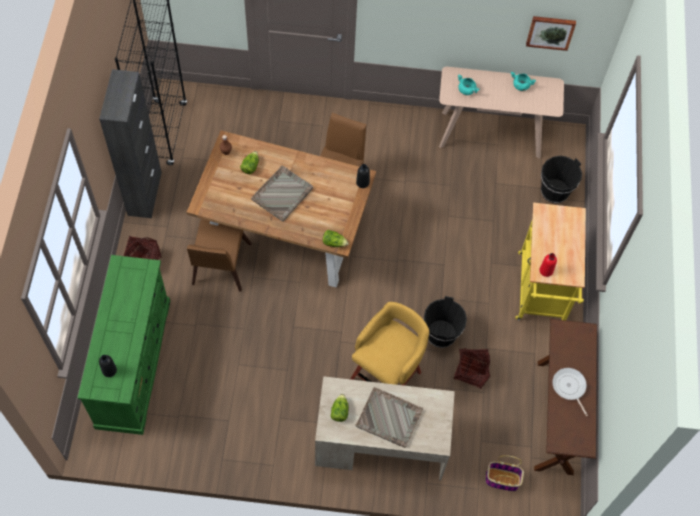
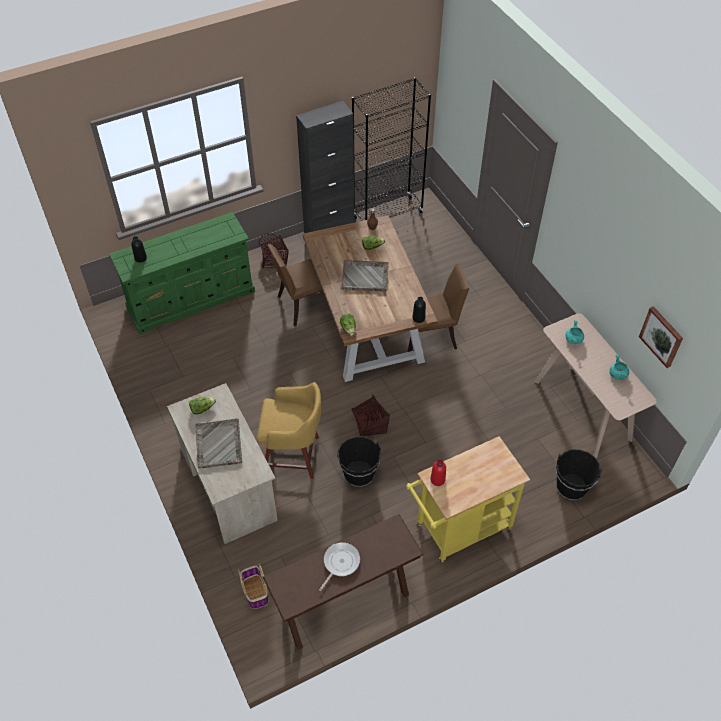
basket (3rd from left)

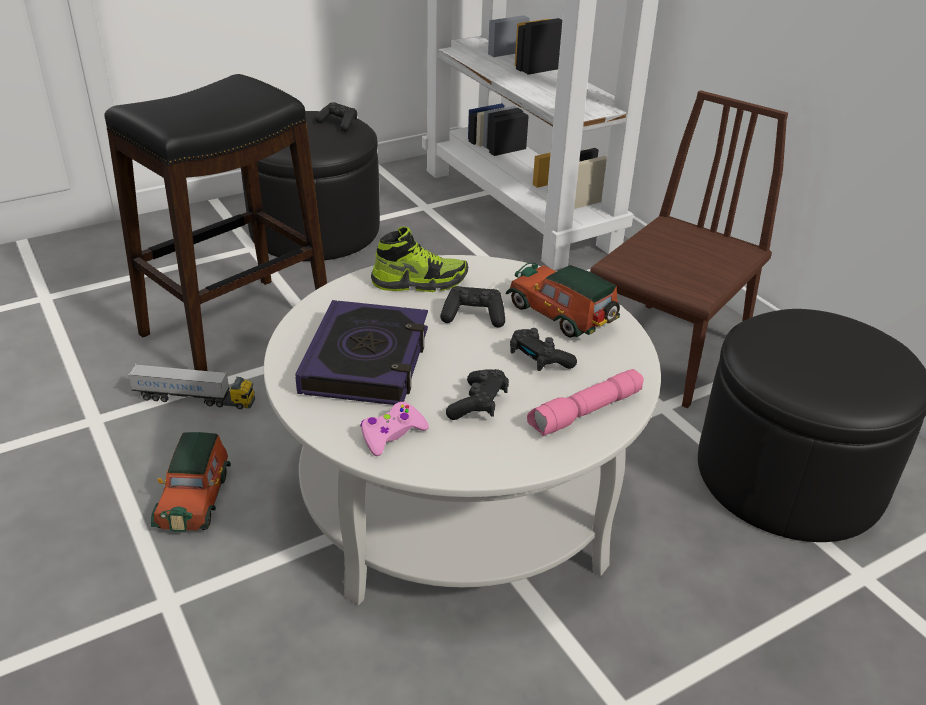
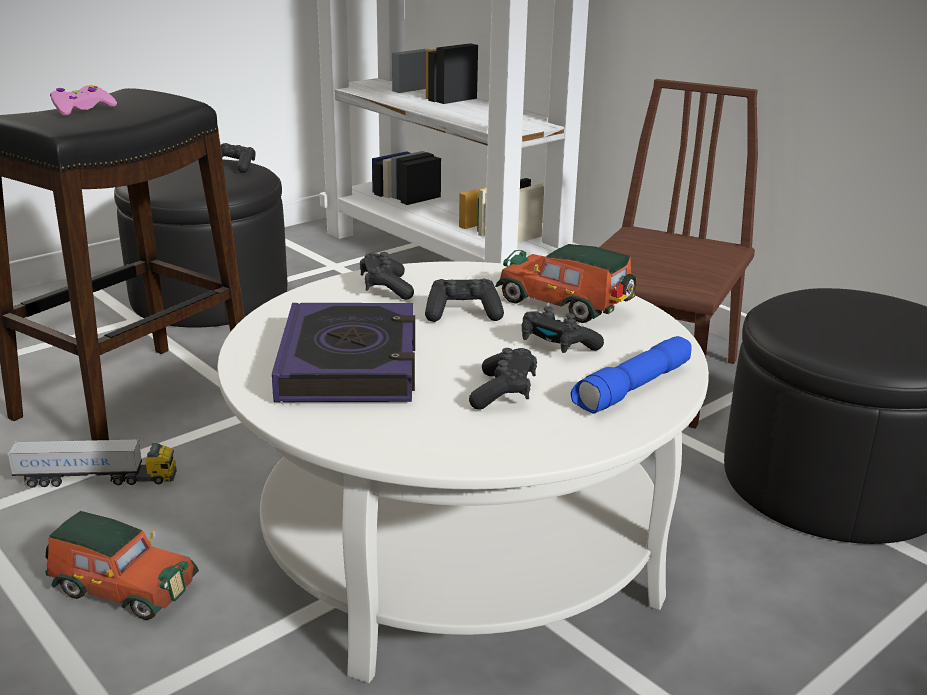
toy car (1st from left); pinkish gamepad; blackish gamepad (2nd from left); blue torch

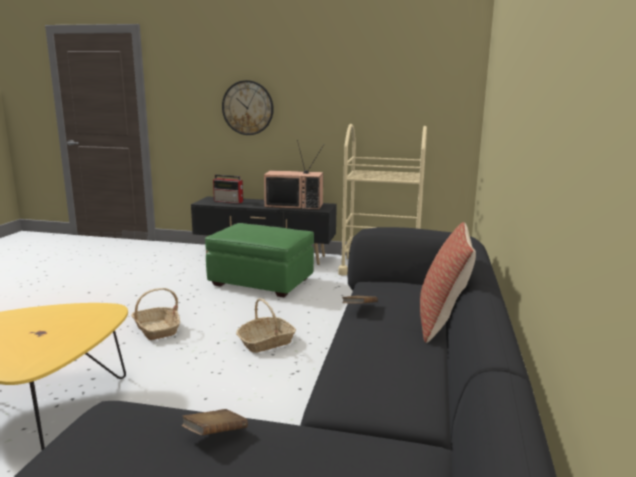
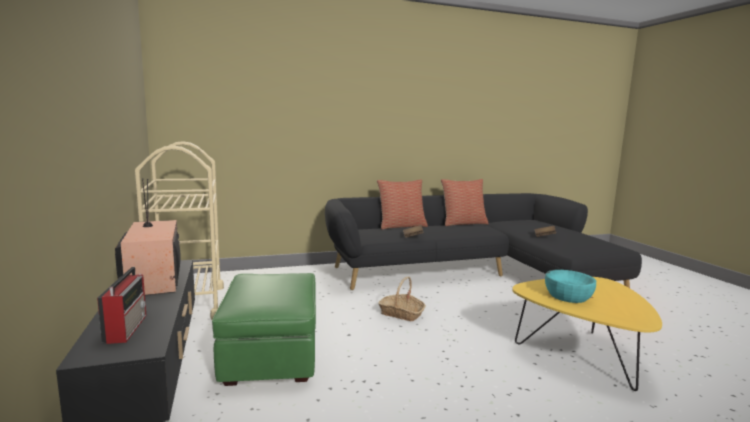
basket (1st from left in the first image); clock on the wall; throw pillow (2nd from left); turquoise deep dish

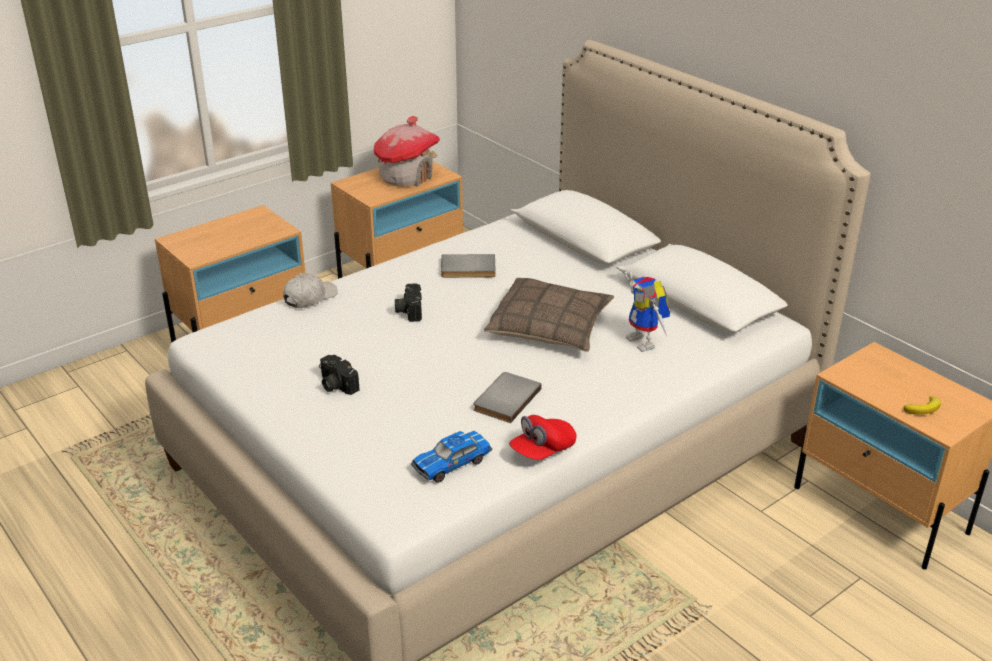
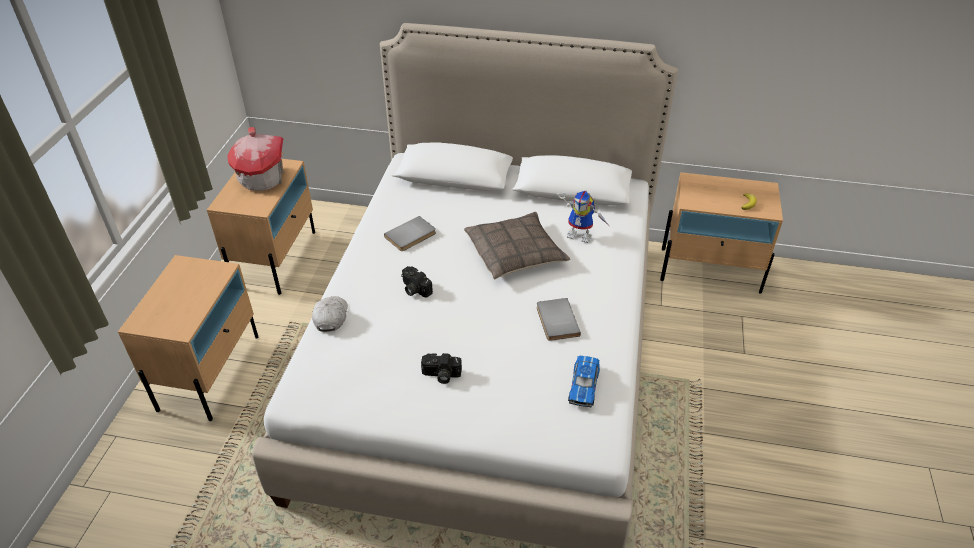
reddish cap

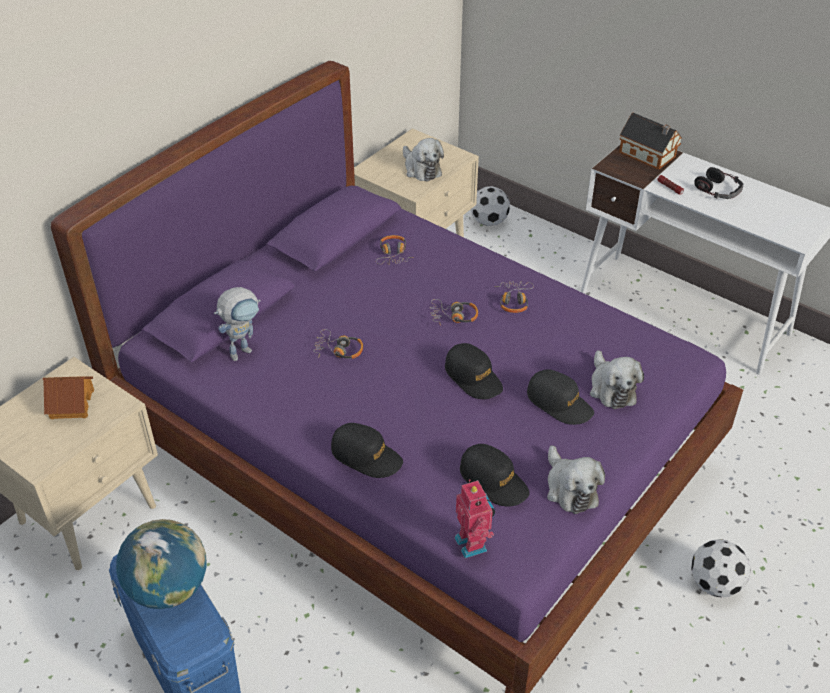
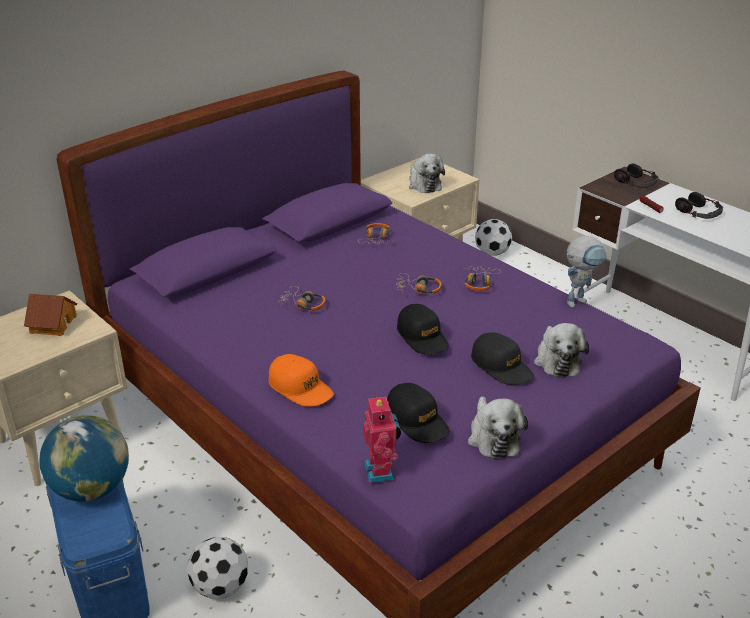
toy robot (2nd from left); orange cap; pair of headphones (5th from left); football ball (1st from left)

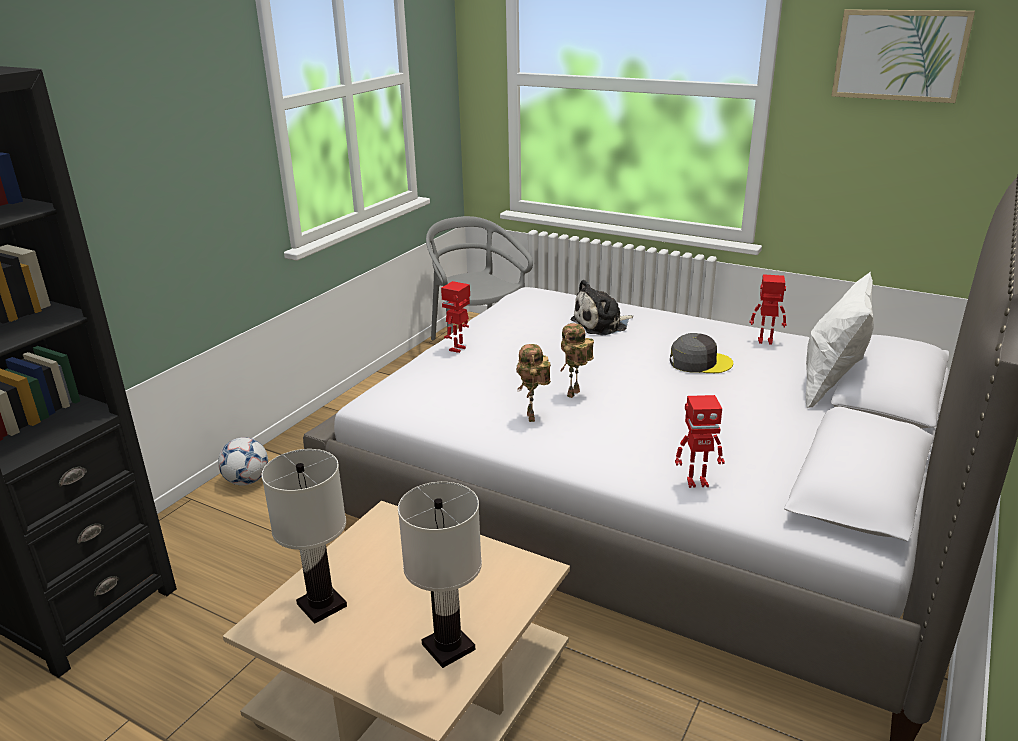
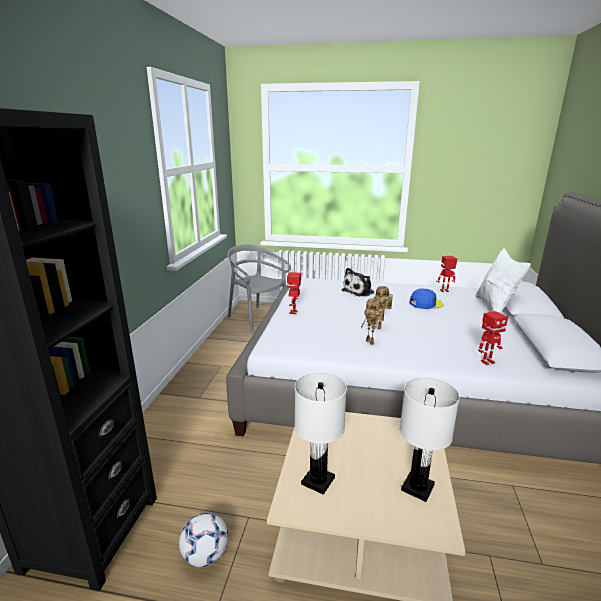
football ball; blue cap; wall art

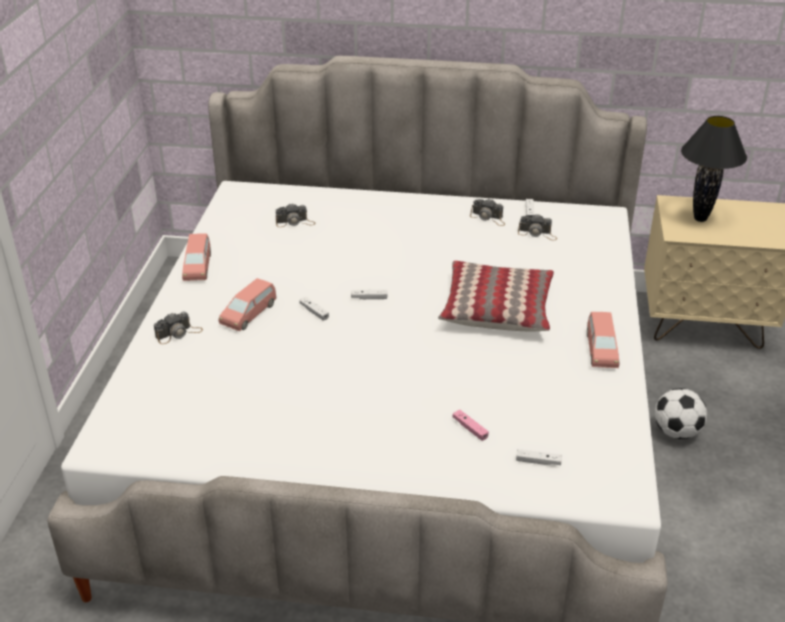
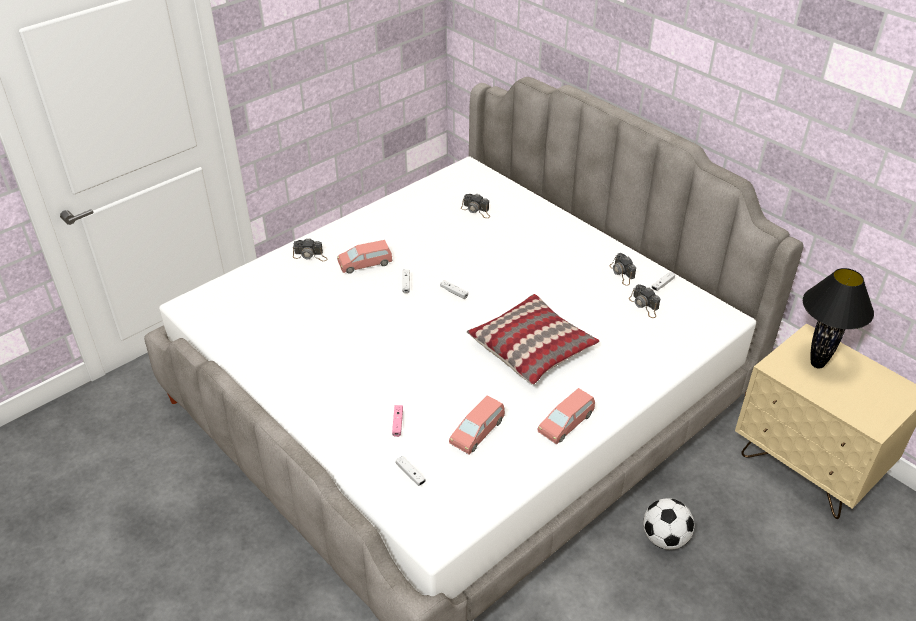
pinkish toy car (2nd from left)

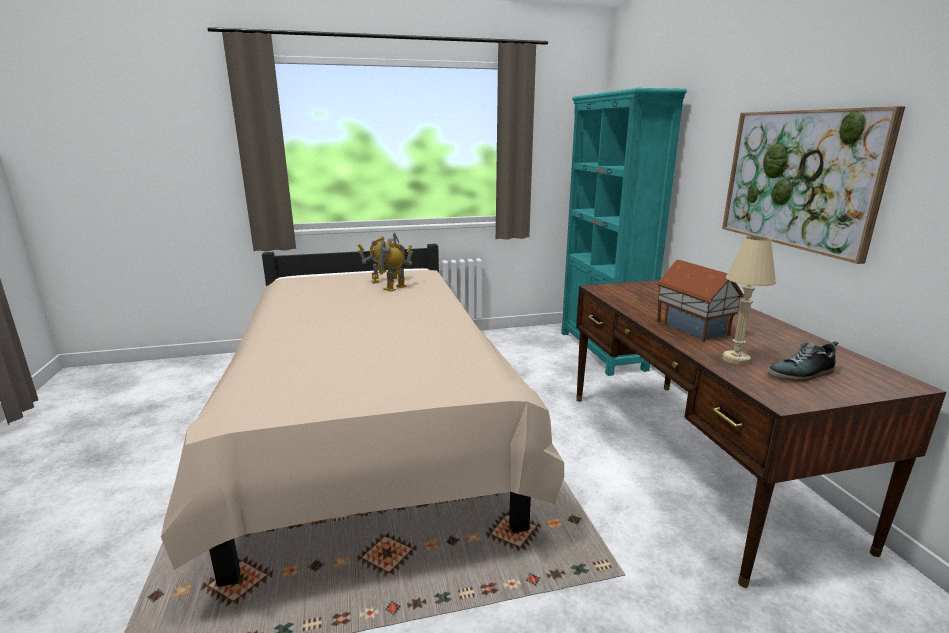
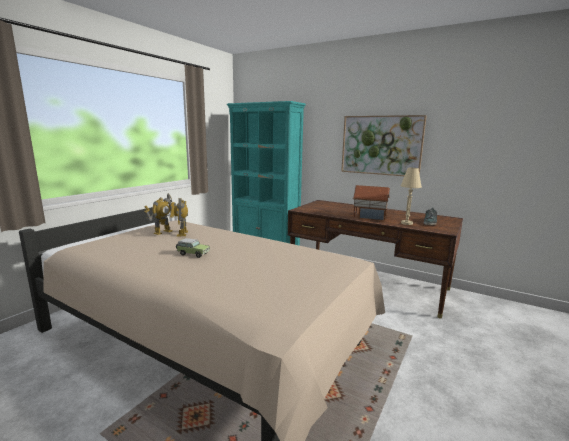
toy car

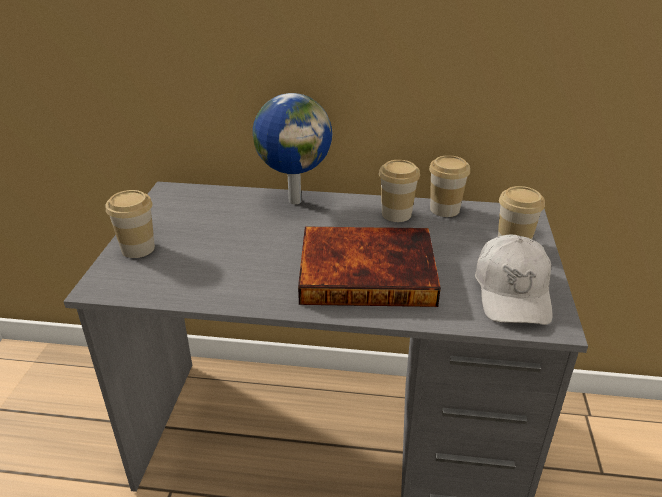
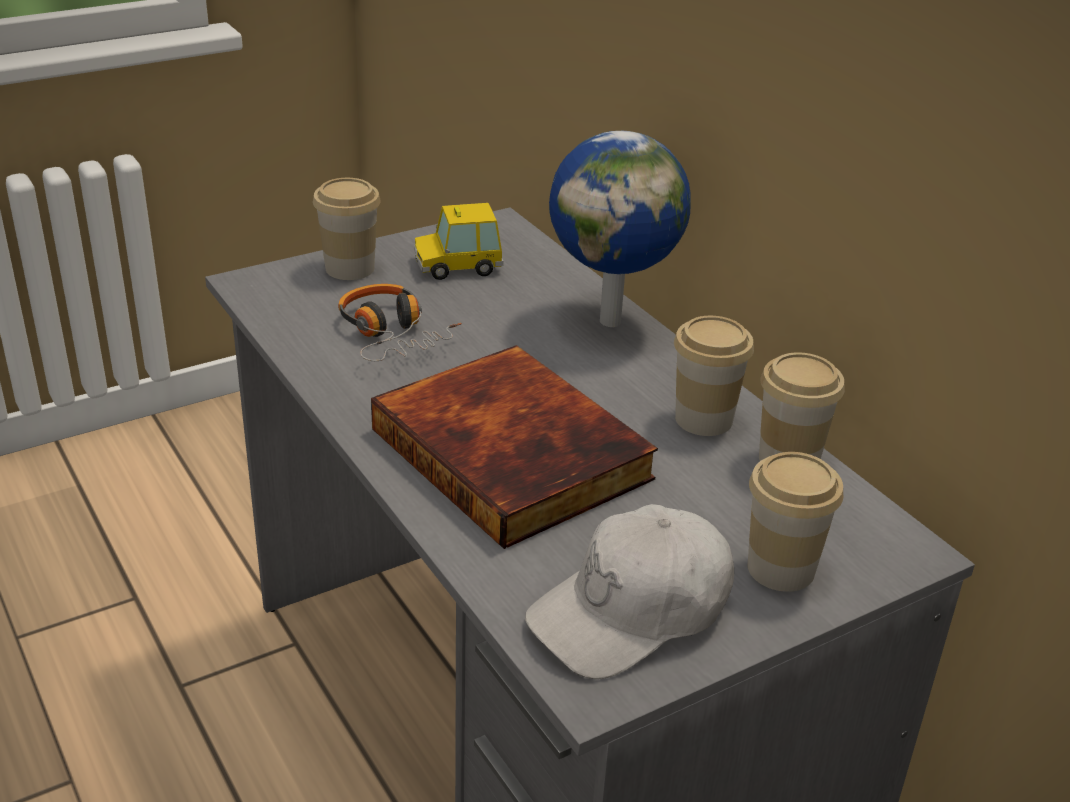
pair of headphones; toy car

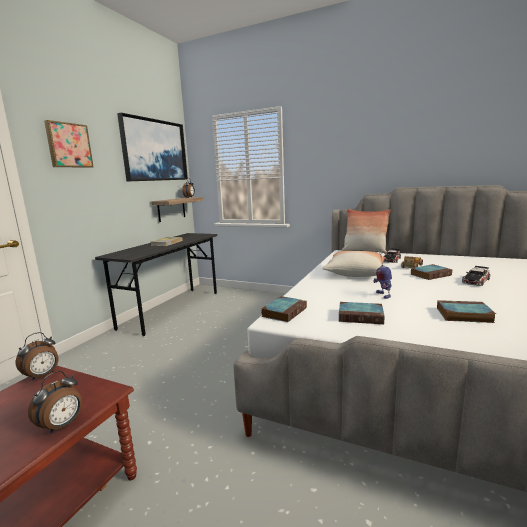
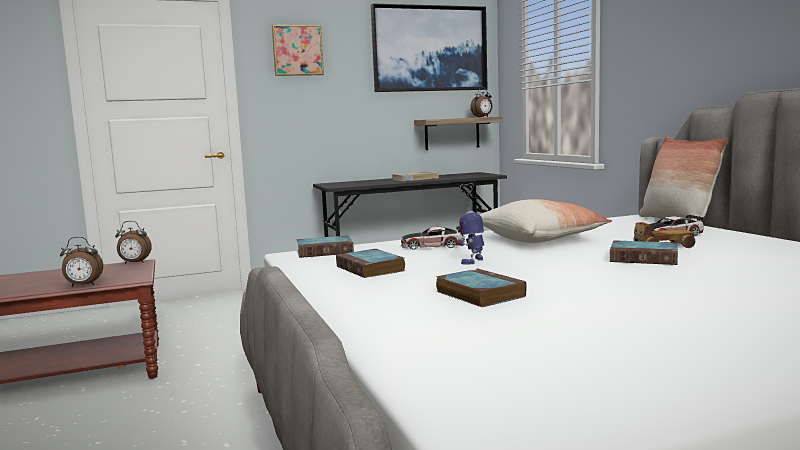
toy car (1st from left)

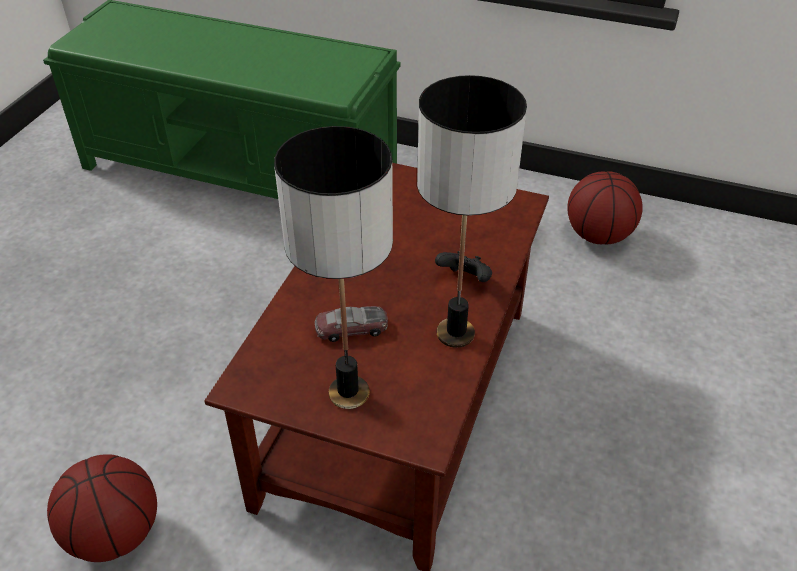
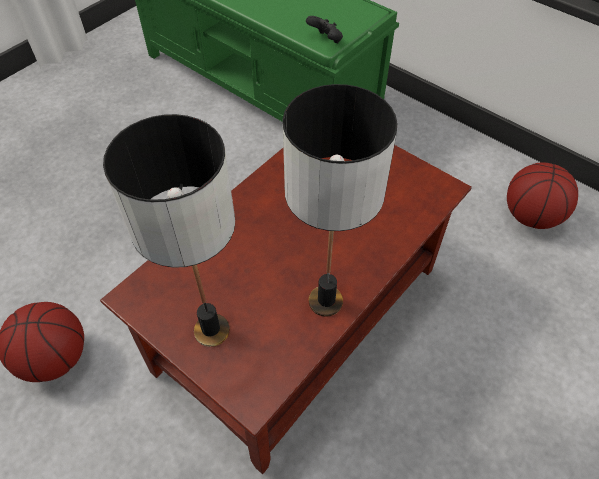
toy car; blackish gamepad

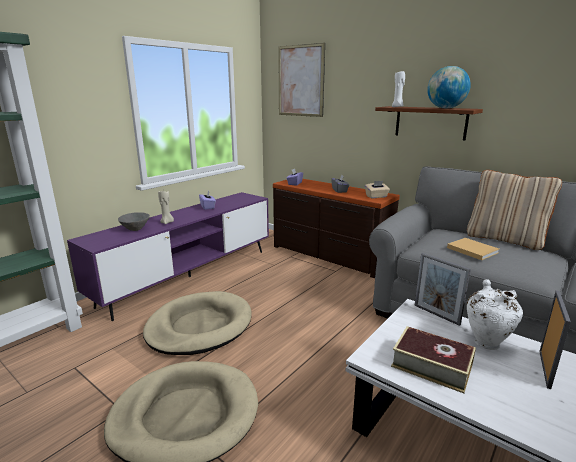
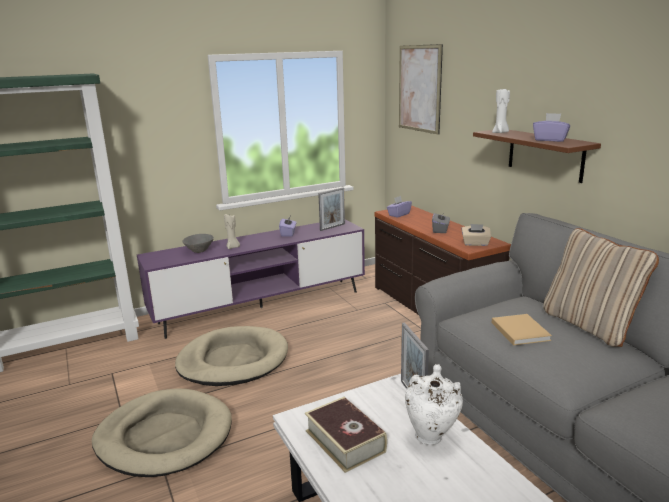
purple tissue holder (3rd from left); photo frame (1st from left)

